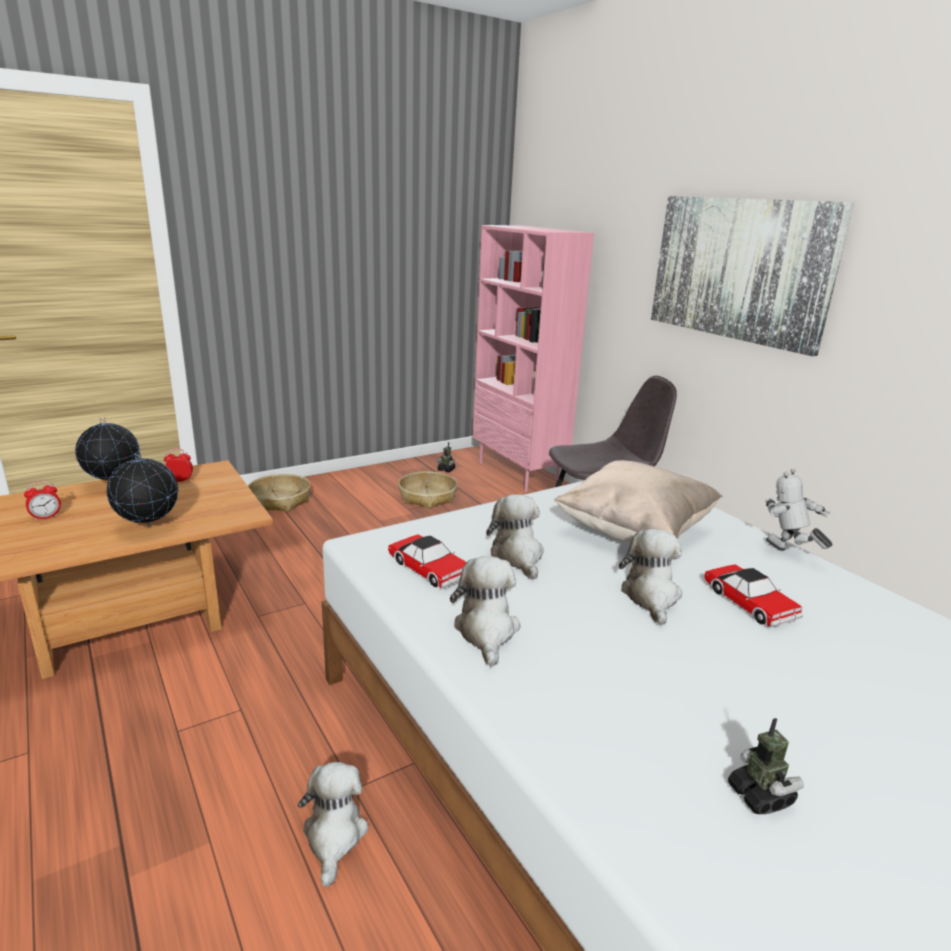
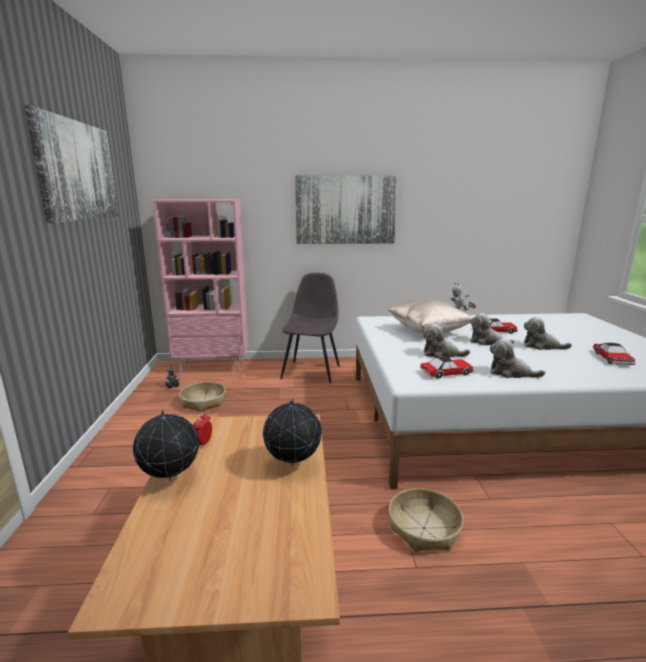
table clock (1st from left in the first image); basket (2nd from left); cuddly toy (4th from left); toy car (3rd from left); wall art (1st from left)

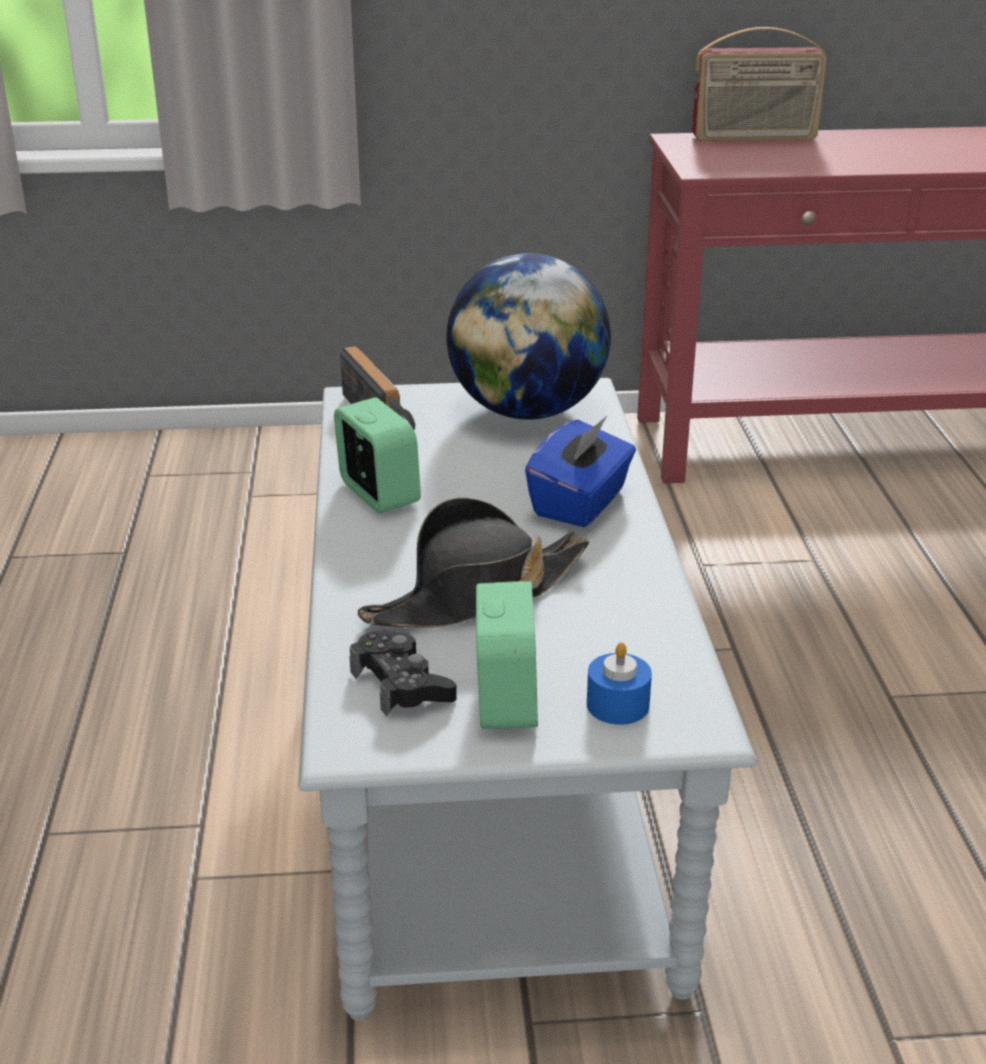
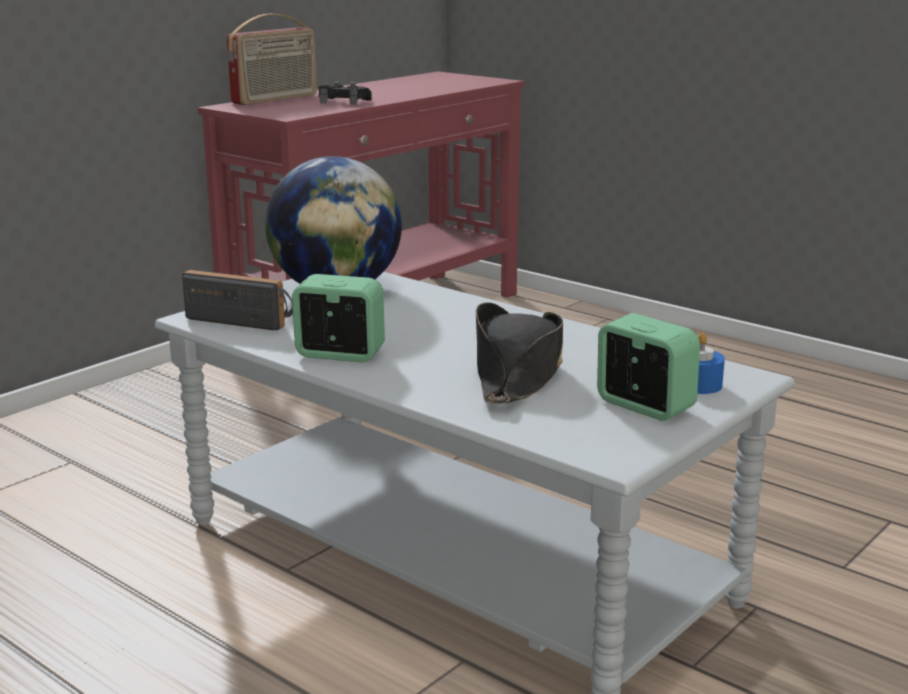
blackish gamepad; blue tissue holder

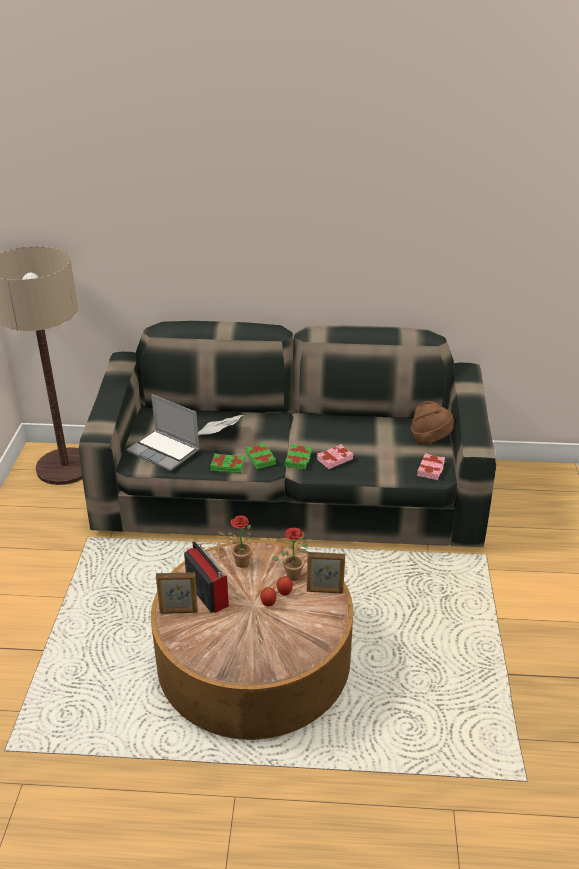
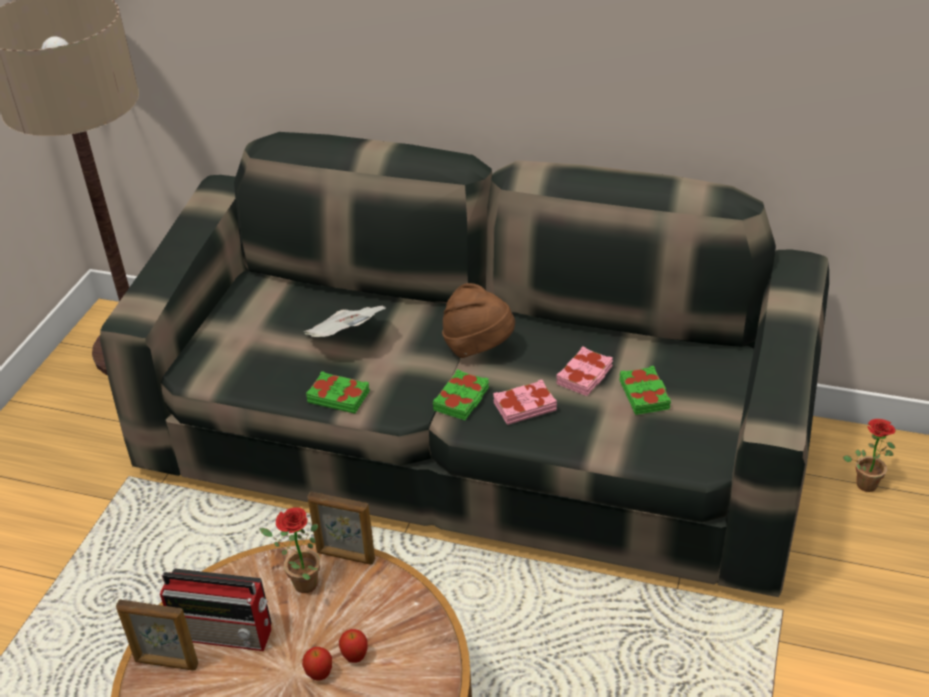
laptop; radio receiver; greenish book (3rd from left); potted plant (2nd from left); photo frame (2nd from left); brown clothing hat; pinkish book (2nd from left)

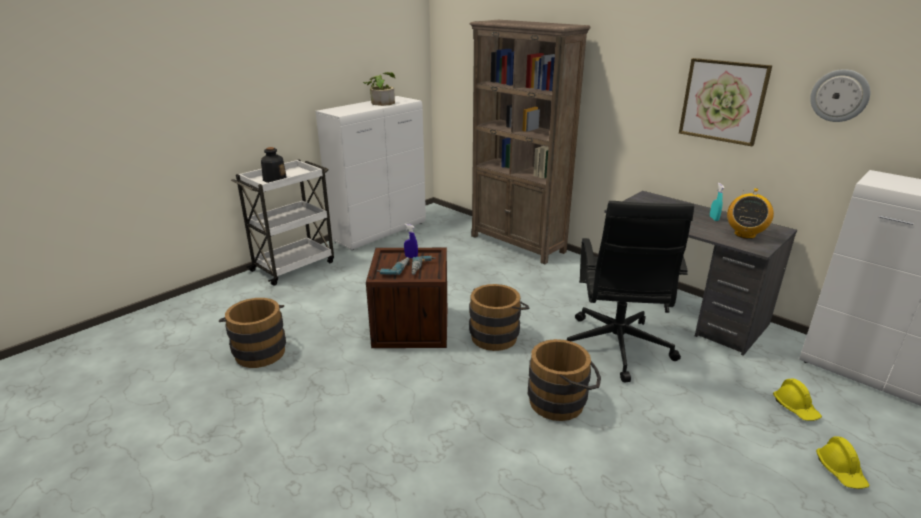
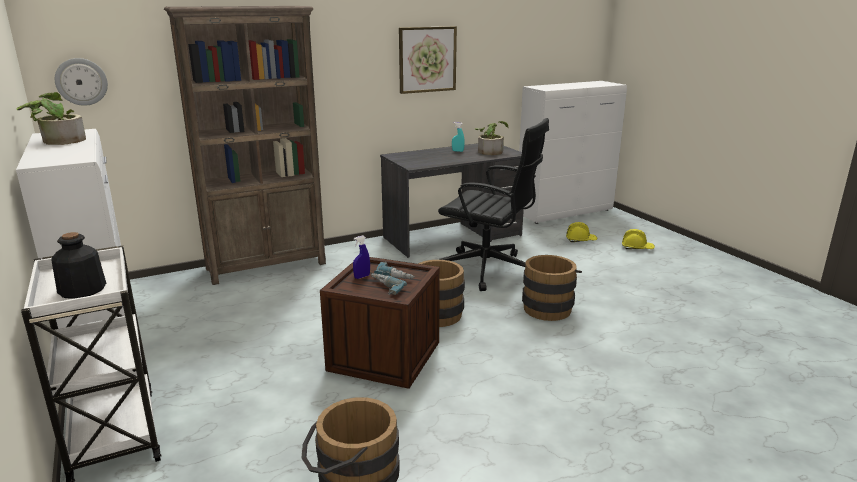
potted plant (2nd from left); clock on the wall

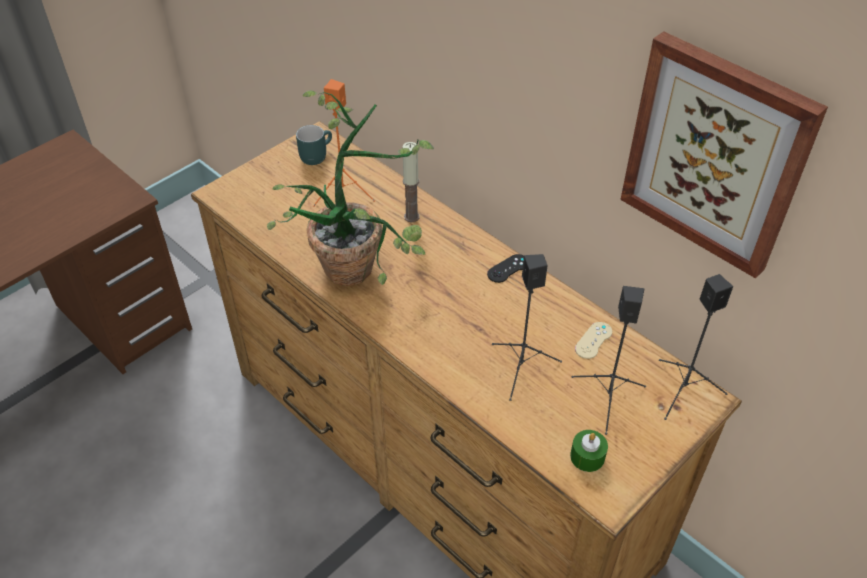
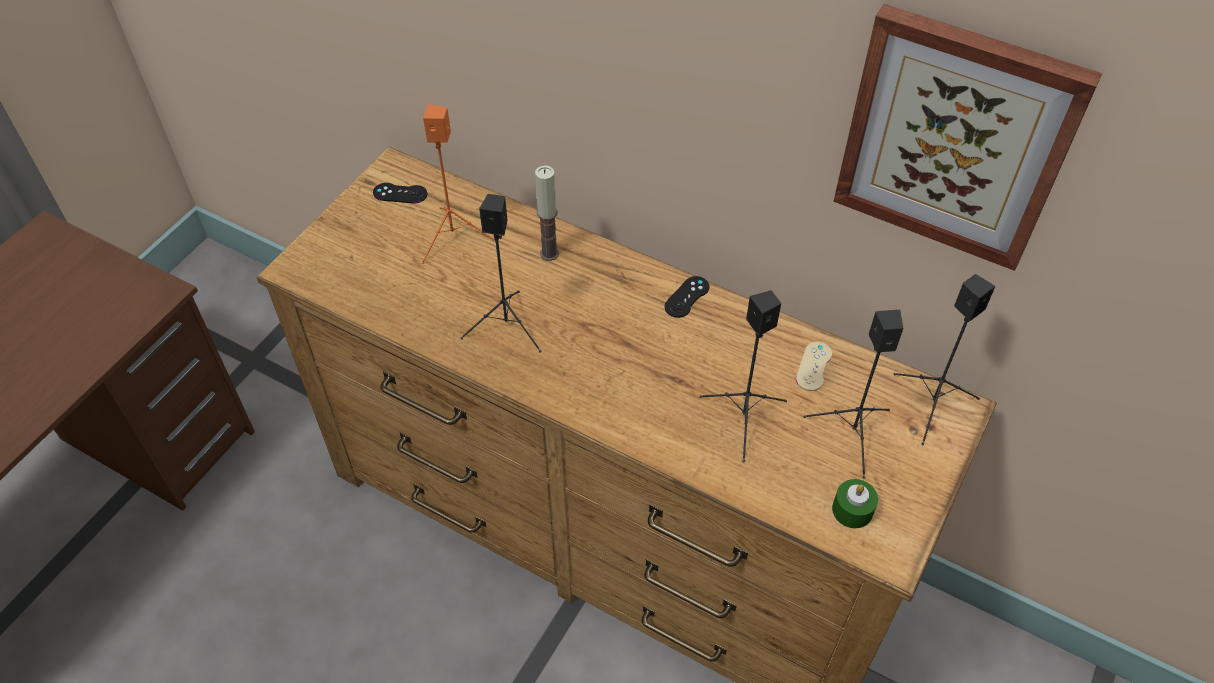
blackish loudspeaker (1st from left); blackish gamepad (1st from left)

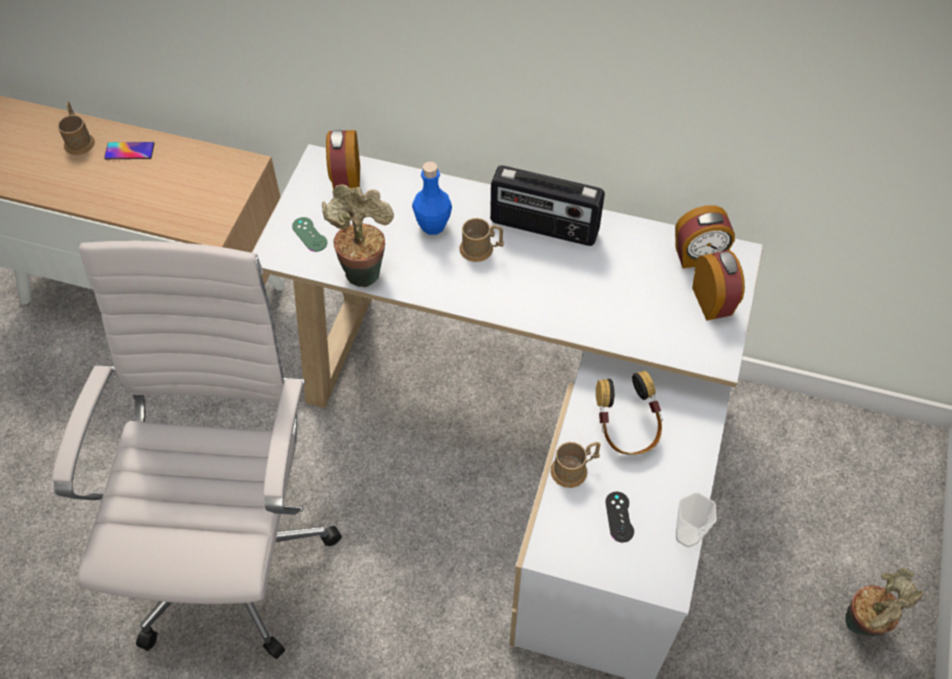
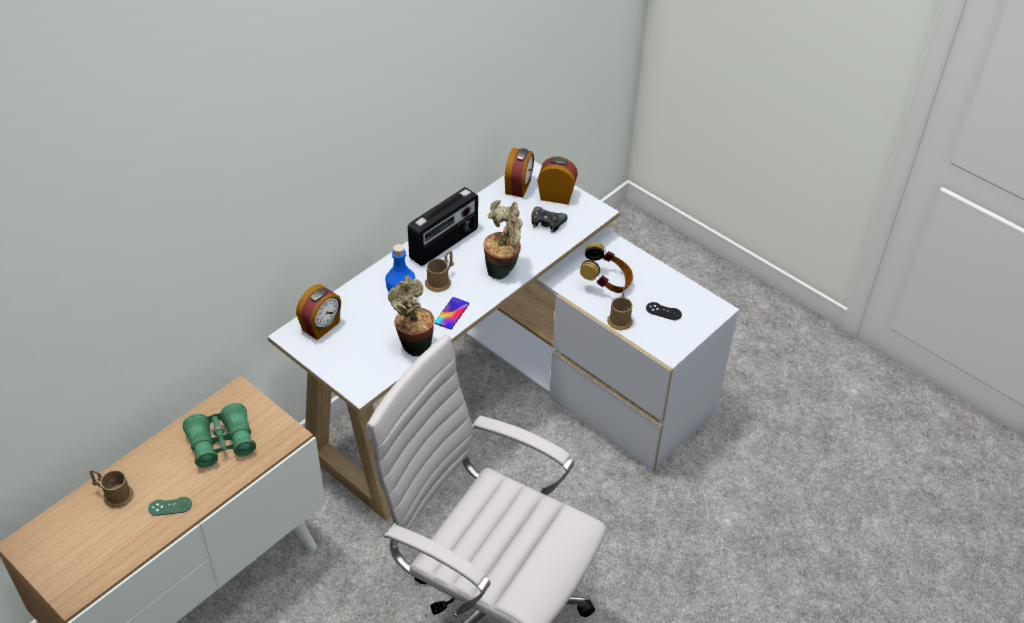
telephone; greenish gamepad; table clock (1st from left); drinking cup; potted plant (2nd from left); greenish pair of binoculars; blackish gamepad (1st from left)

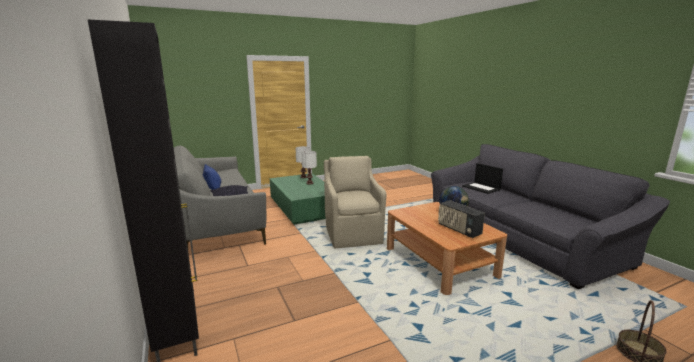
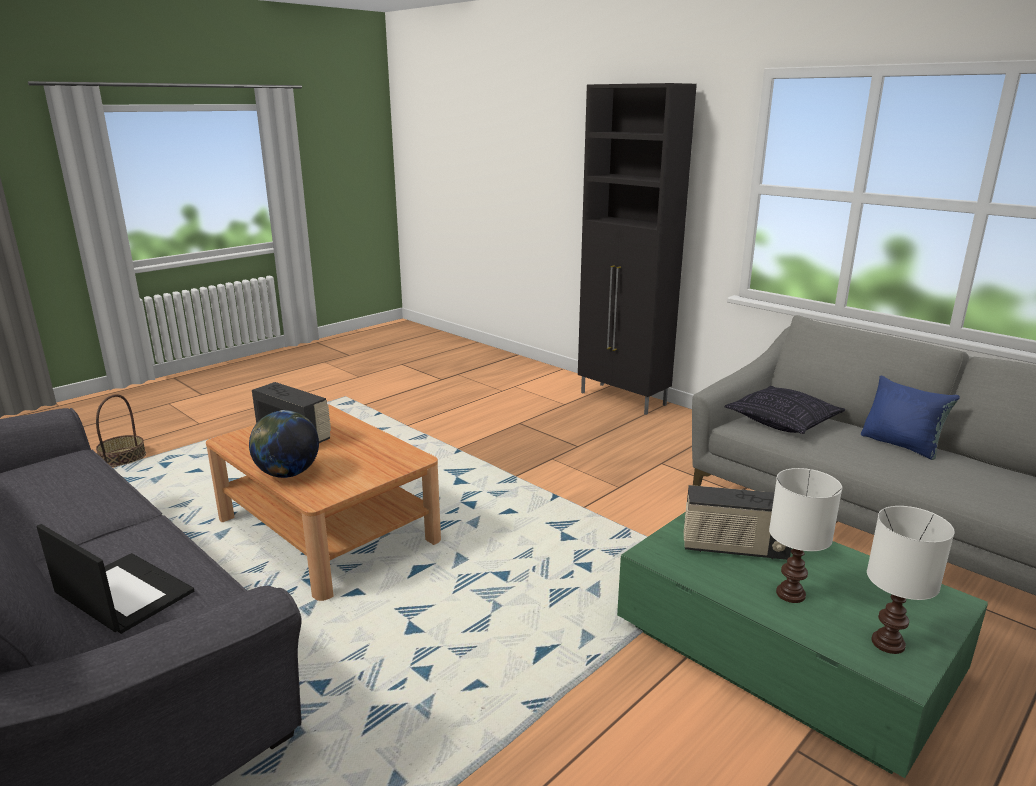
sand-coloured armchair; radio receiver (2nd from left)

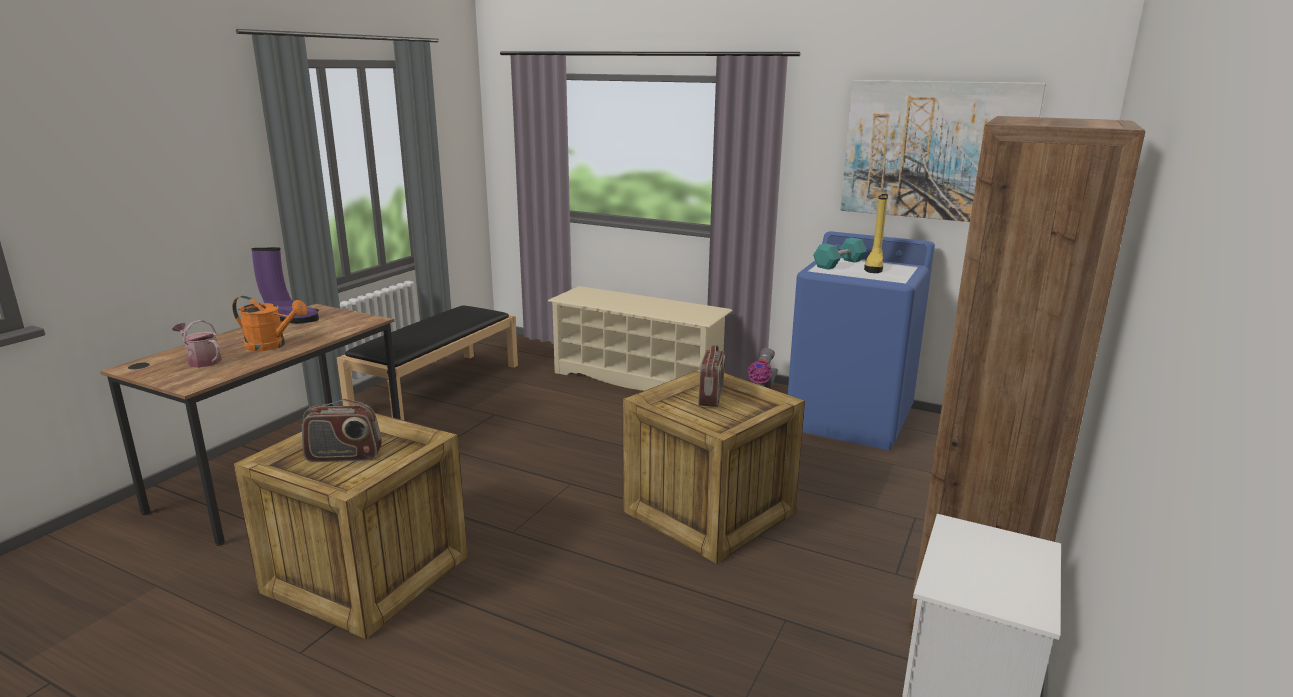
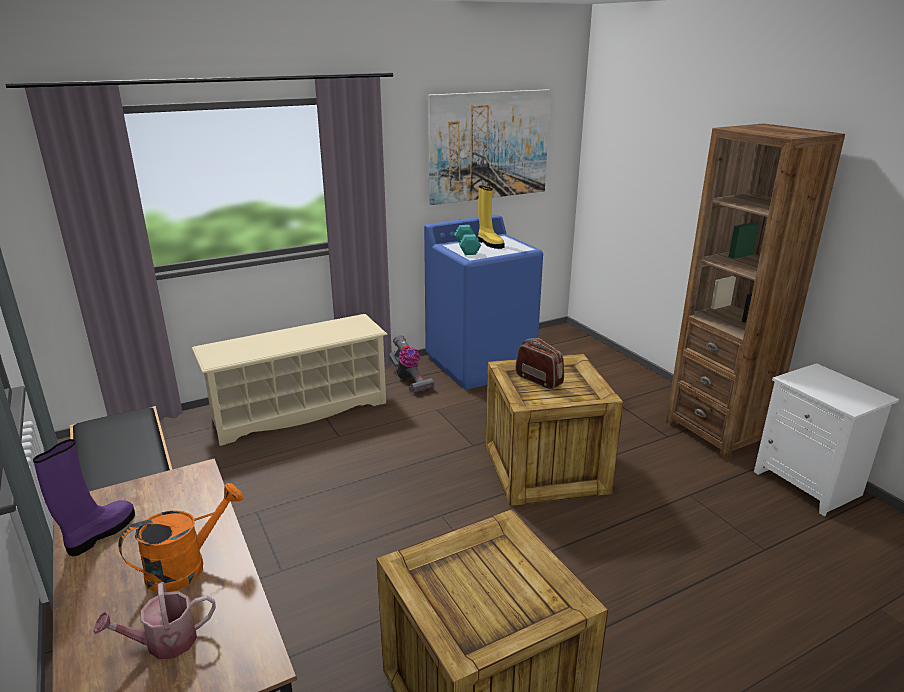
radio receiver (1st from left in the first image)

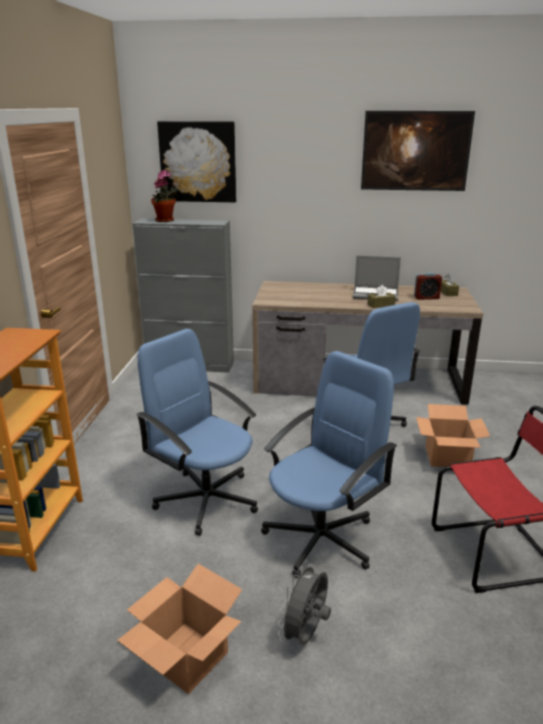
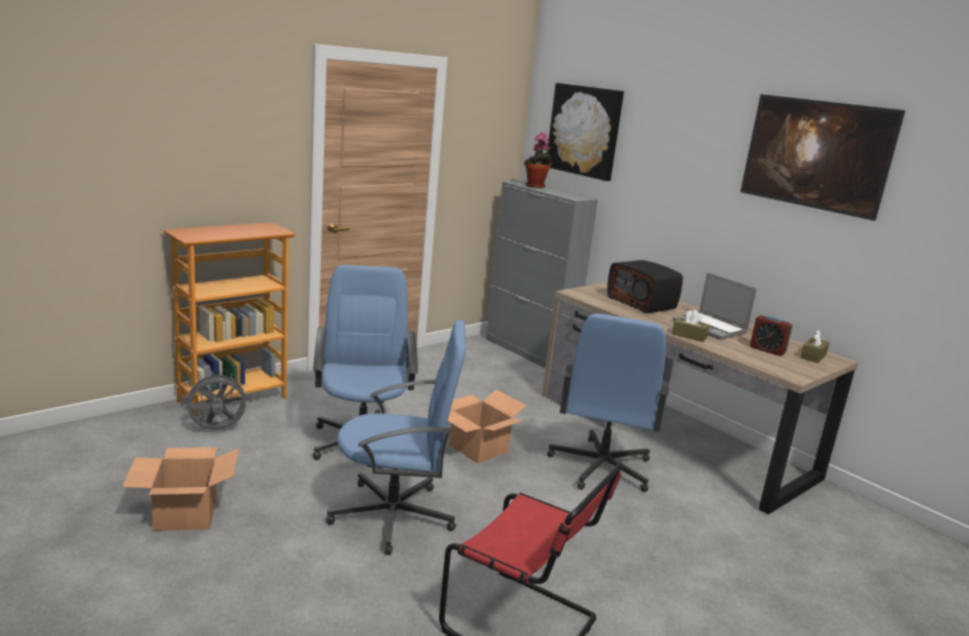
gray fan; packing box (2nd from left); radio receiver

